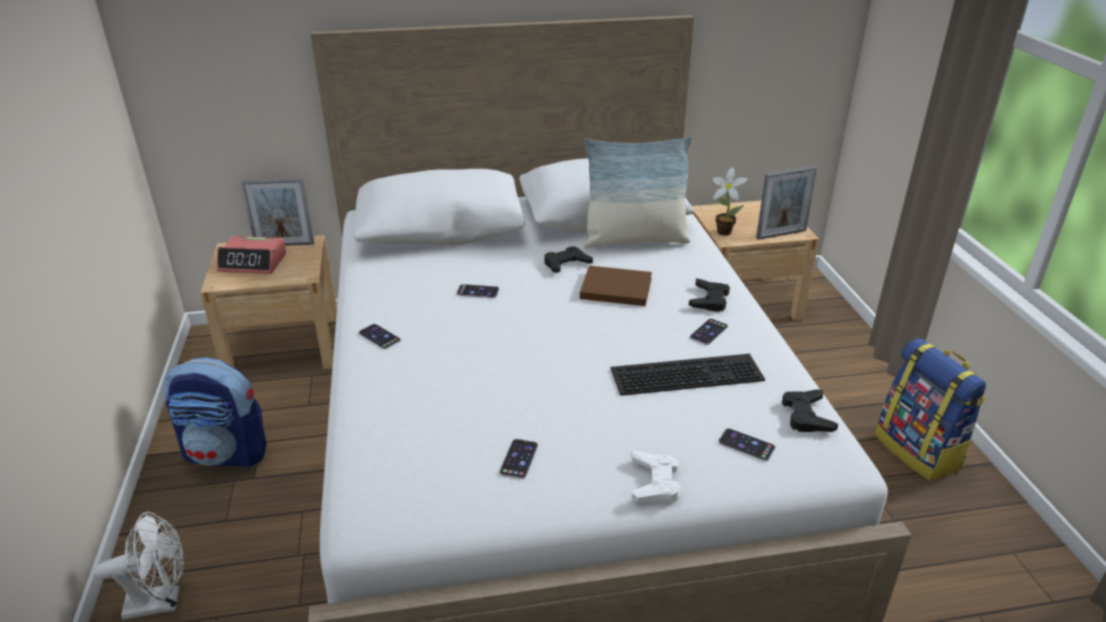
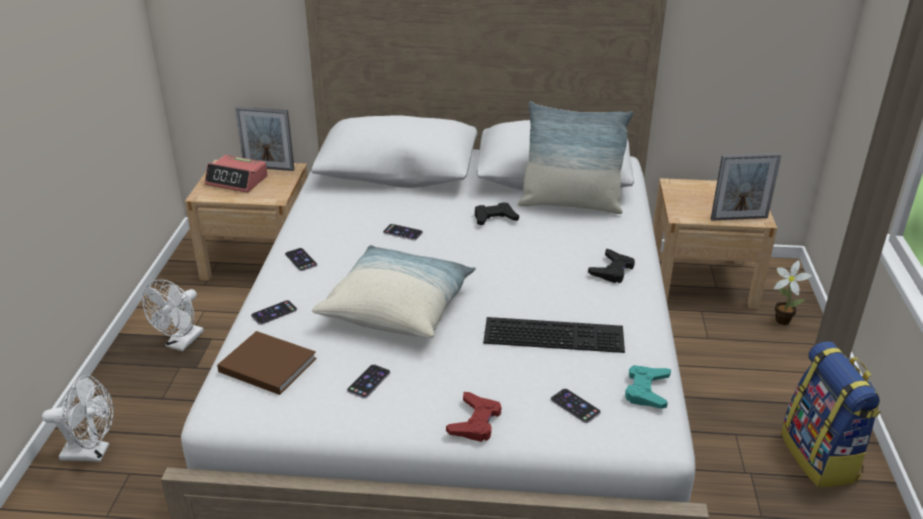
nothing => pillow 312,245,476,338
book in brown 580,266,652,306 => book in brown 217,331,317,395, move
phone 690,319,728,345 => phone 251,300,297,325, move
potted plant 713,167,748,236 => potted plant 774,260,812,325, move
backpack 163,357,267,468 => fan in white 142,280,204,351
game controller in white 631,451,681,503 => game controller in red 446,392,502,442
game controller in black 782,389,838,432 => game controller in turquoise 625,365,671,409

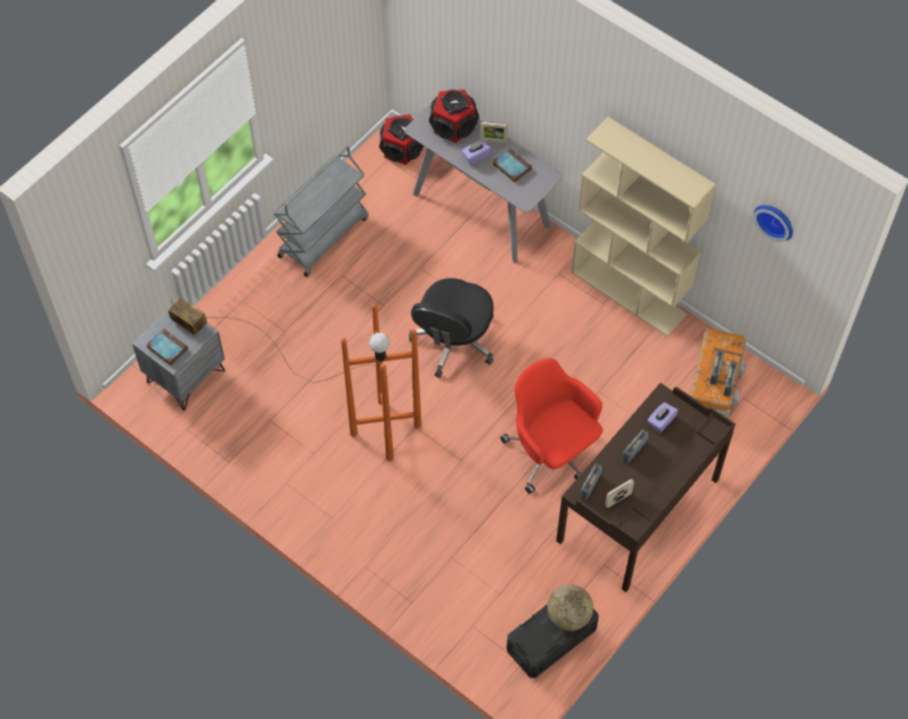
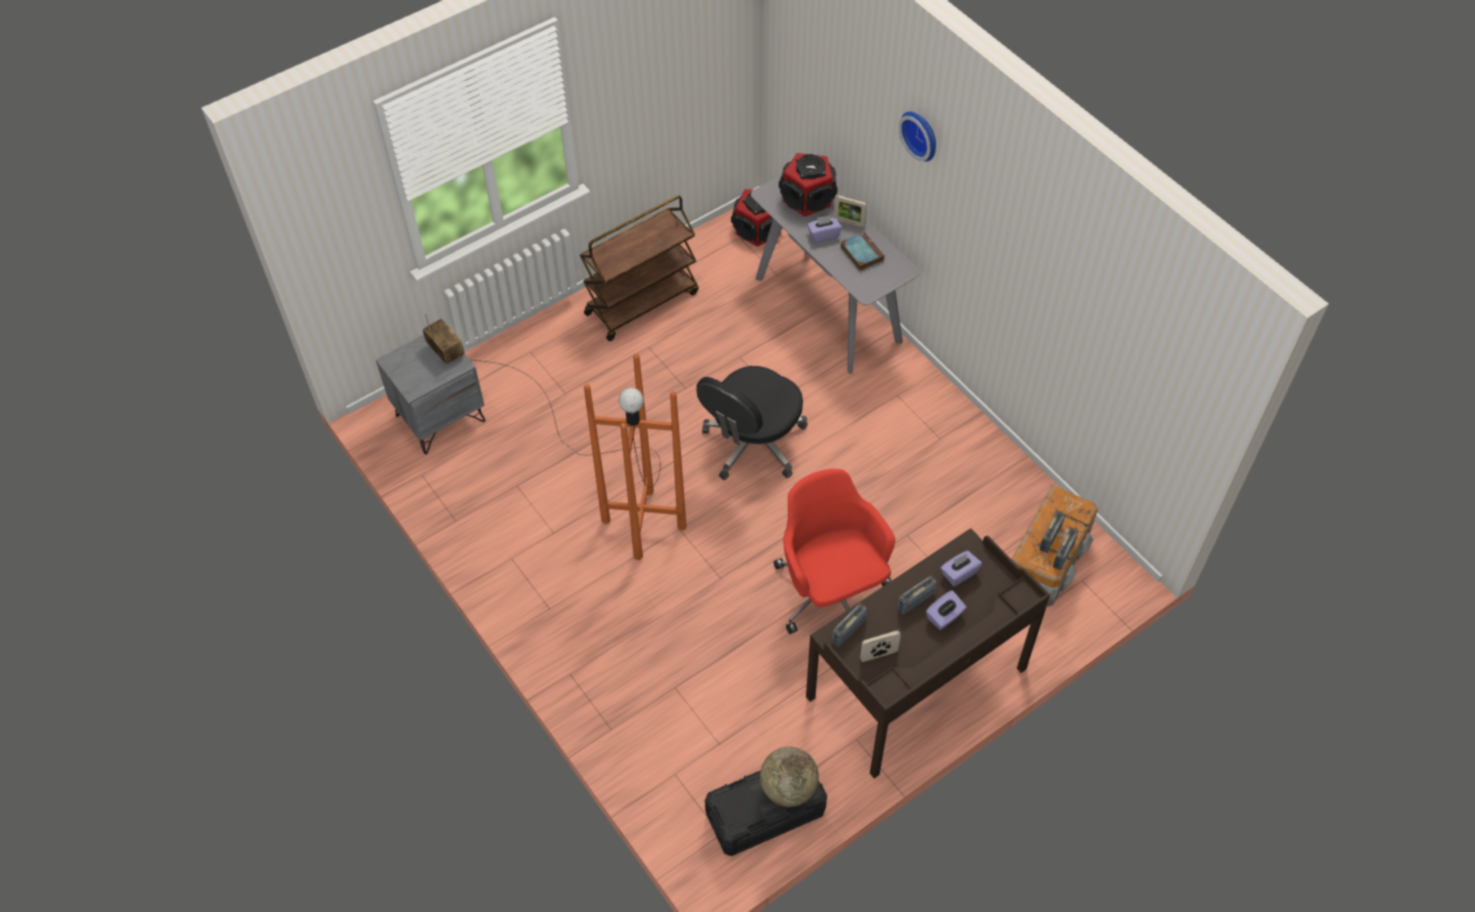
book 146,328,188,366 => nothing
bookcase in beige 571,117,716,336 => nothing
nothing => tissue box in purple 926,590,966,630
wall clock 753,205,793,242 => wall clock 898,112,936,161, move
cart in grey 273,146,369,277 => cart in brown 580,195,699,341

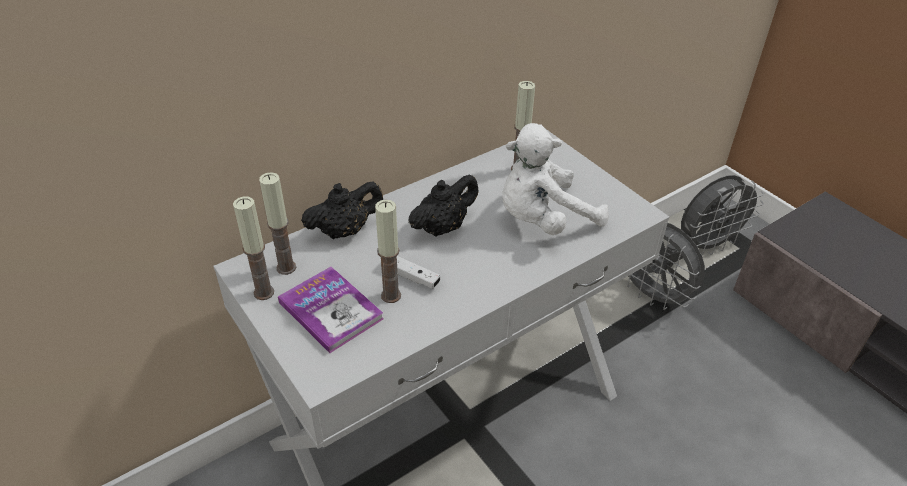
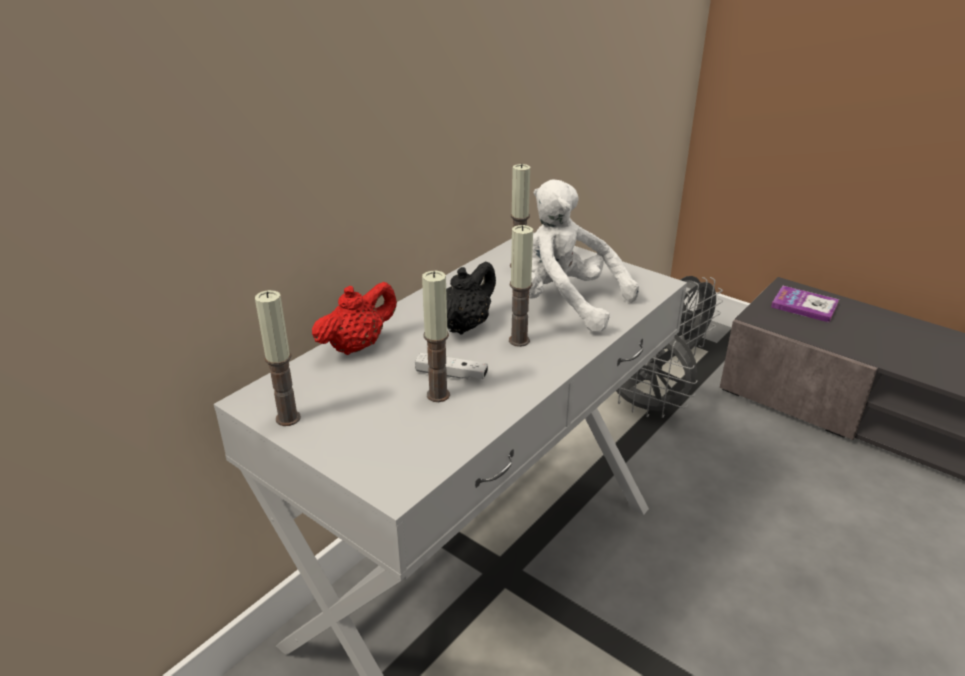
candle 259,172,296,275 => candle 509,225,533,347, move
book 278,267,383,353 => book 771,286,839,322, move
teapot in black 301,181,383,239 => teapot in red 312,282,397,355
plush toy in white 502,123,609,235 => plush toy in white 528,179,639,332, 75 degrees clockwise

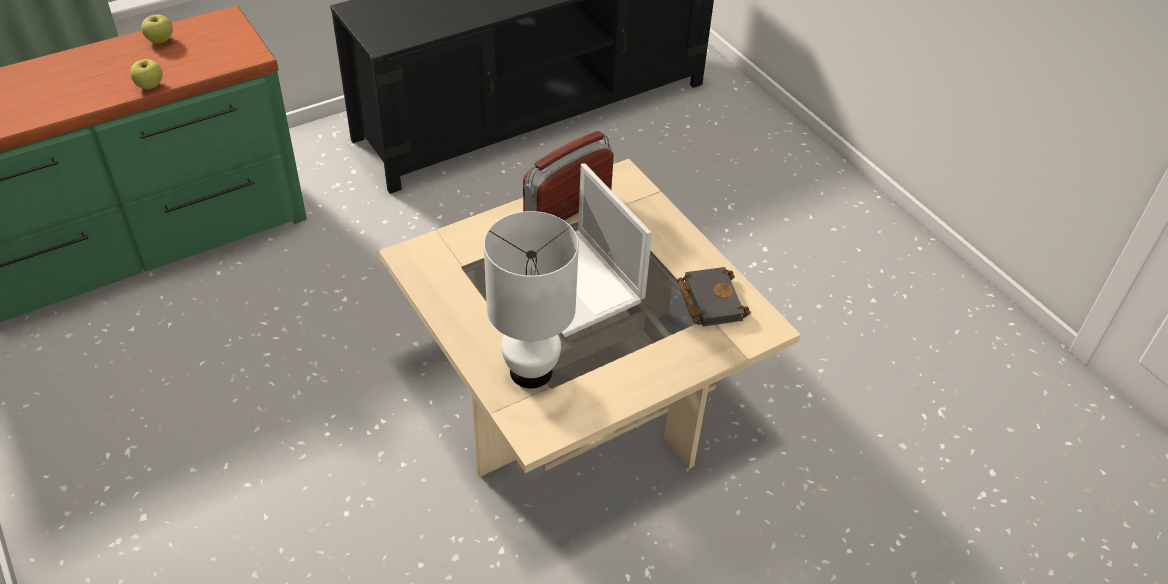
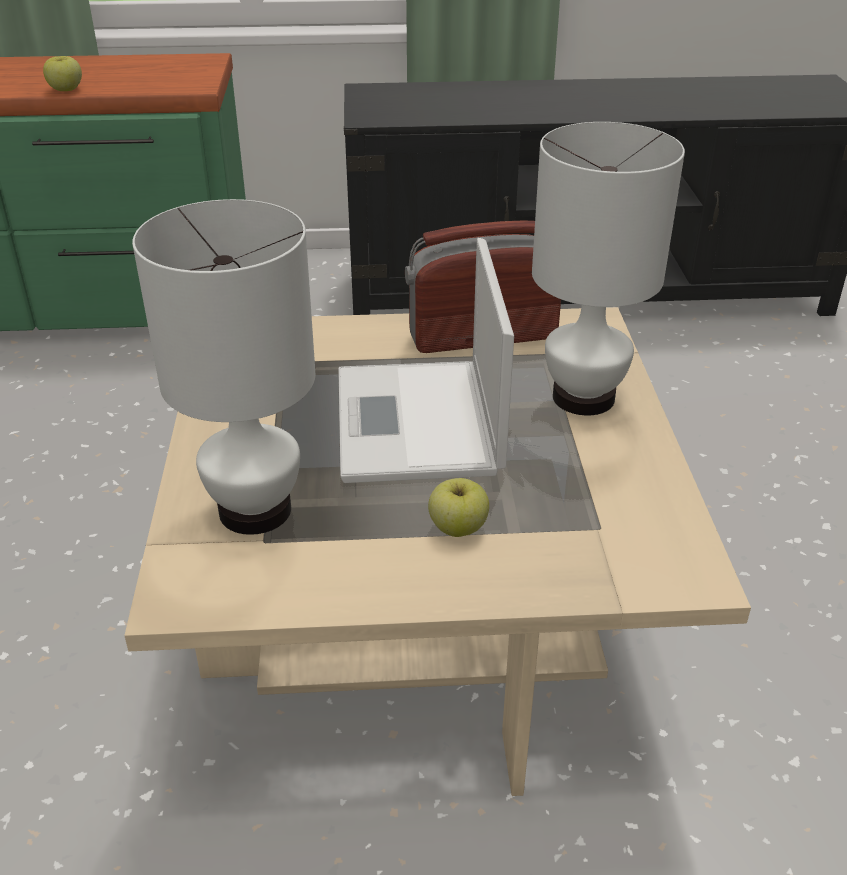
book in black 677,267,751,326 => nothing
nothing => table lamp in white 532,122,685,415
apple 141,15,173,43 => apple 428,478,489,537, move

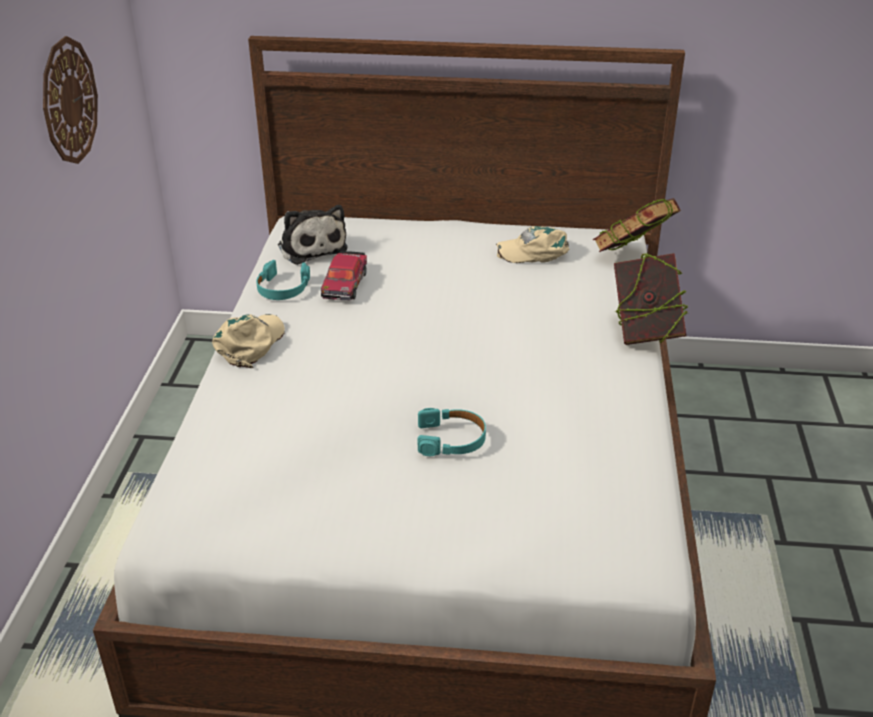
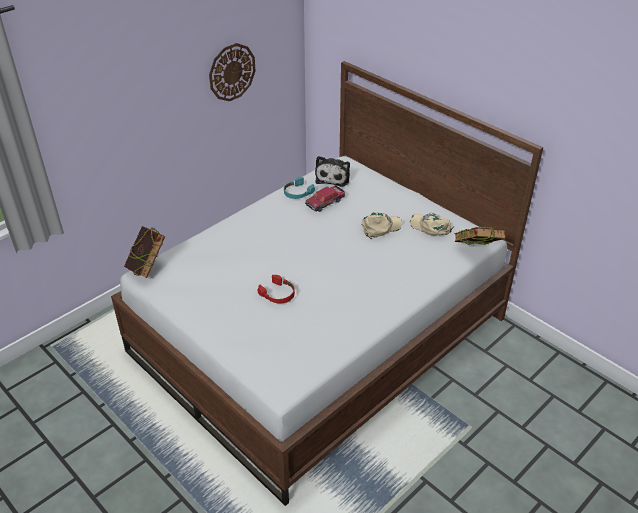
cap in beige 212,314,285,368 => cap in beige 361,212,402,239, move
book 614,253,688,345 => book 124,226,165,278, move
headphones in turquoise 418,408,486,456 => headphones in red 257,275,295,304

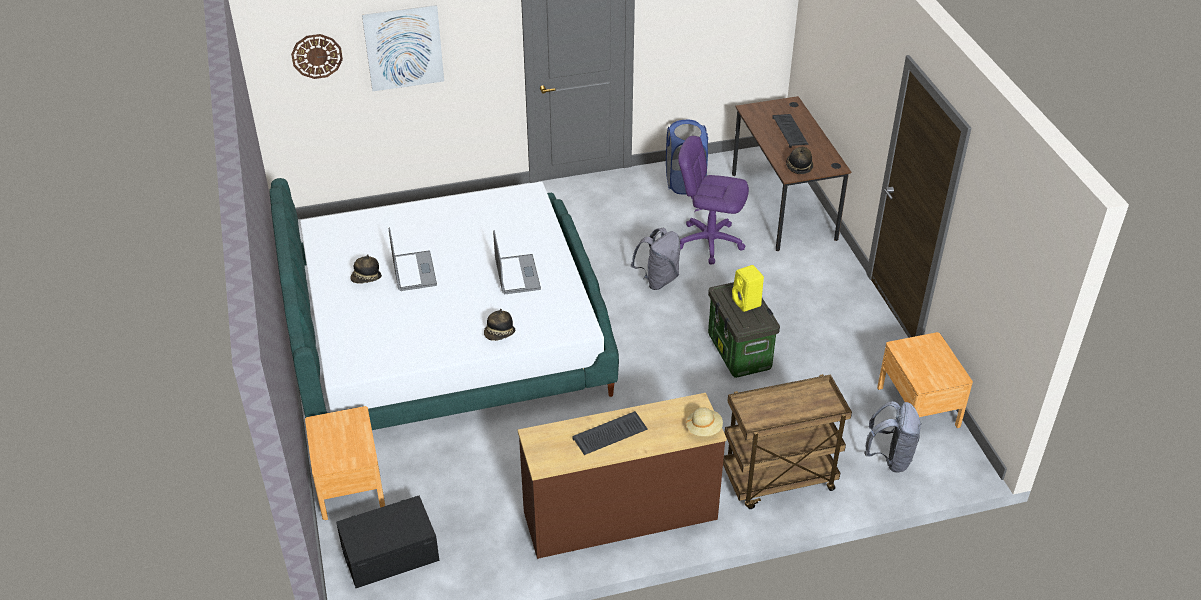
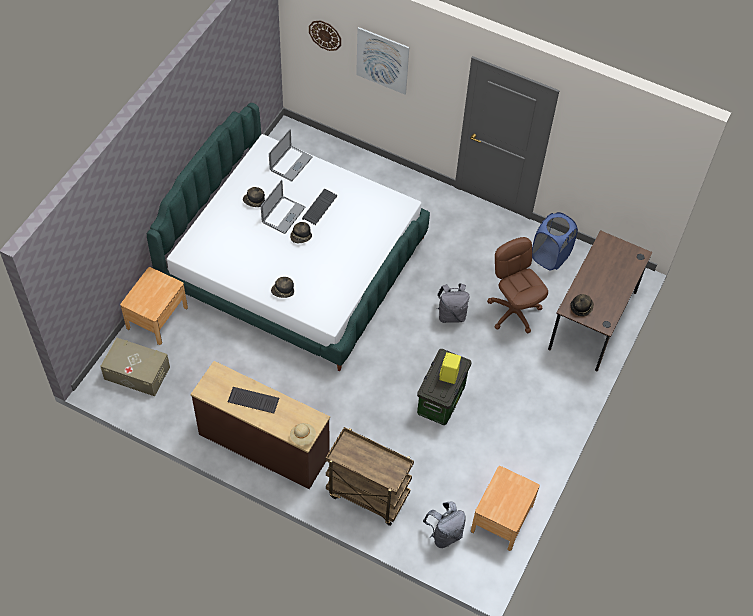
nothing => hat 290,222,312,243
laptop 493,230,541,294 => laptop 269,129,312,182, move
keyboard 772,114,808,148 => keyboard 302,188,338,225, move
storage box in black 336,495,439,588 => storage box in beige 100,337,170,396
office chair in purple 678,136,749,264 => office chair in brown 487,237,548,333

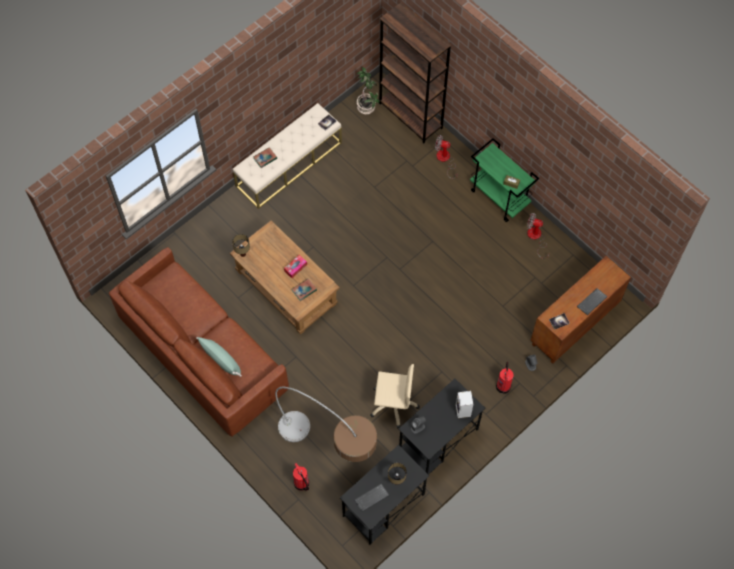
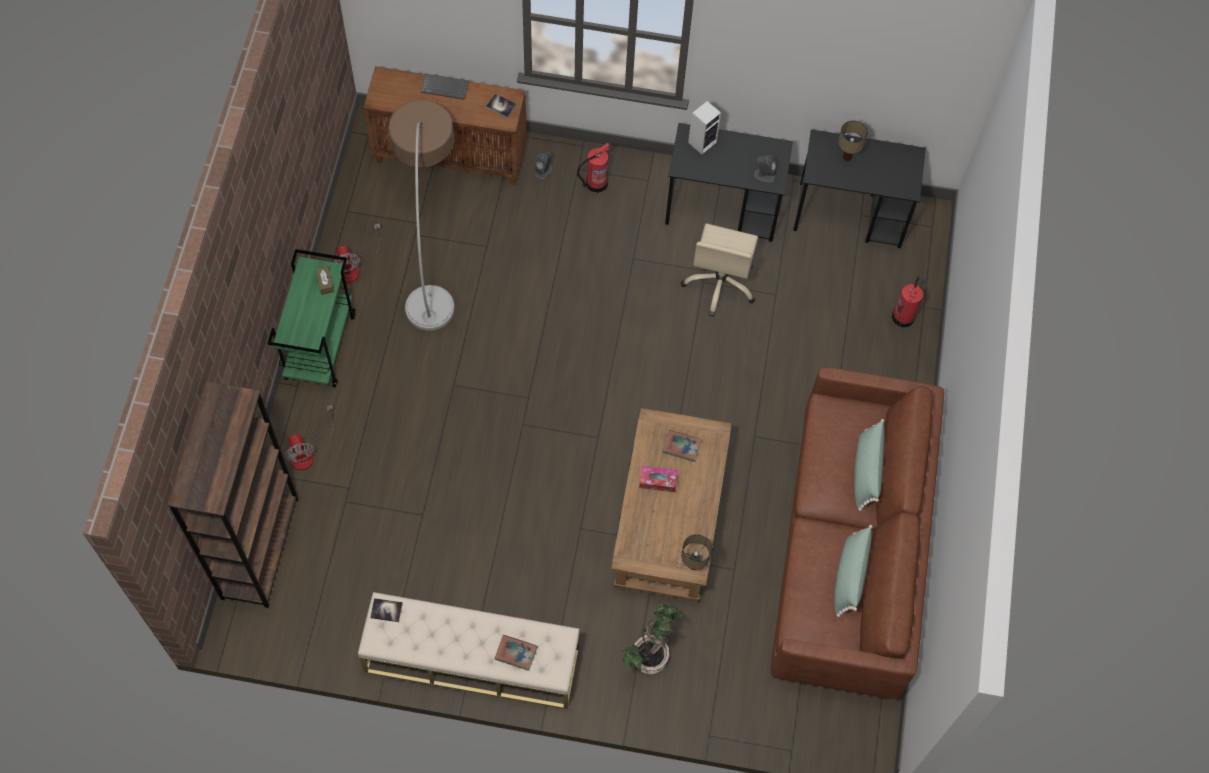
keyboard 355,484,389,512 => nothing
nothing => pillow in green 834,525,873,617
floor lamp 275,387,377,462 => floor lamp 388,100,455,330, move
potted plant 356,67,380,114 => potted plant 623,602,683,674, move
office chair in beige 370,364,420,429 => office chair in beige 681,224,758,317, 135 degrees counterclockwise

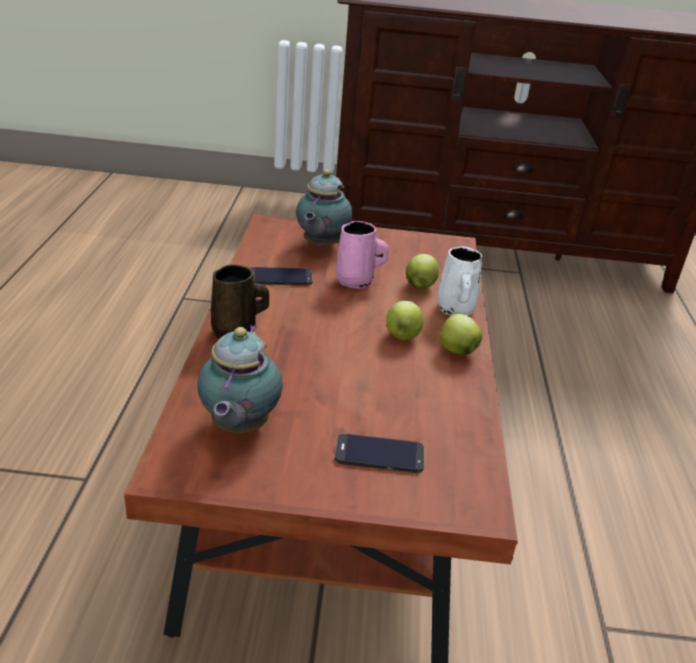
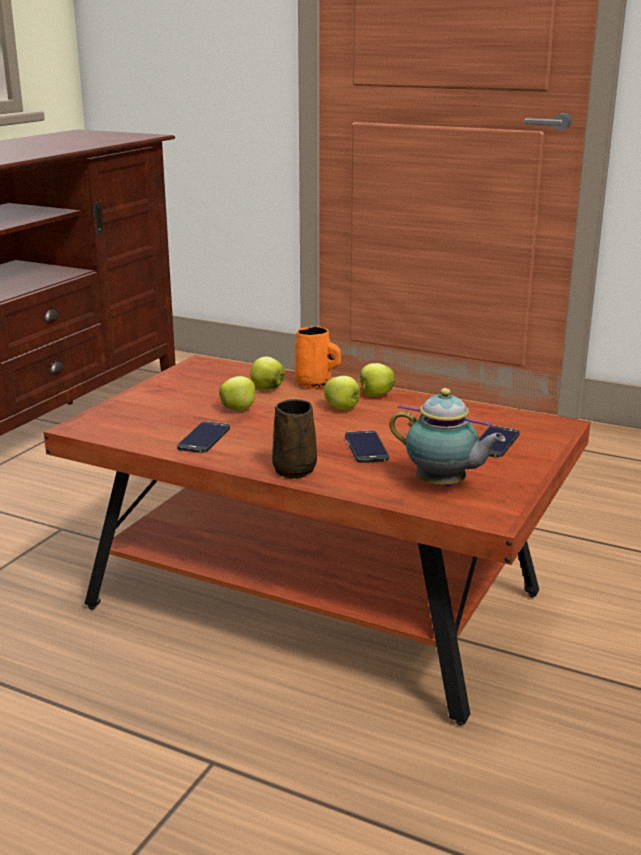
teapot 296,170,353,247 => nothing
nothing => phone 345,430,389,463
mug in pink 336,221,389,289 => apple 219,376,259,410
mug in white 437,246,483,316 => mug in orange 295,326,341,389

